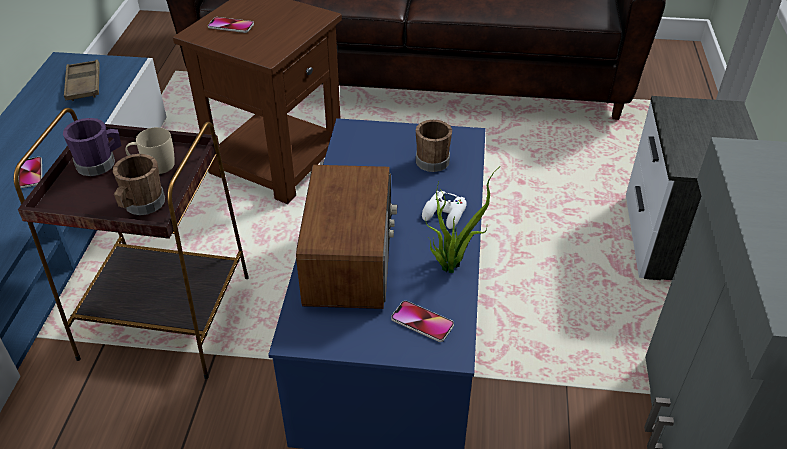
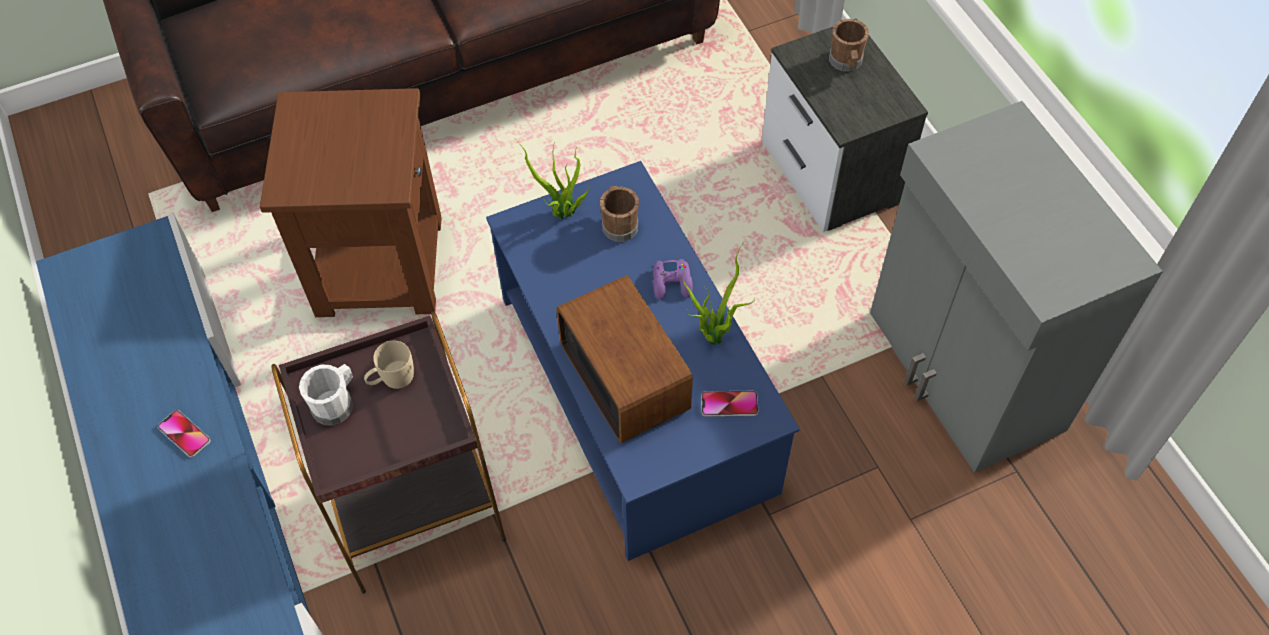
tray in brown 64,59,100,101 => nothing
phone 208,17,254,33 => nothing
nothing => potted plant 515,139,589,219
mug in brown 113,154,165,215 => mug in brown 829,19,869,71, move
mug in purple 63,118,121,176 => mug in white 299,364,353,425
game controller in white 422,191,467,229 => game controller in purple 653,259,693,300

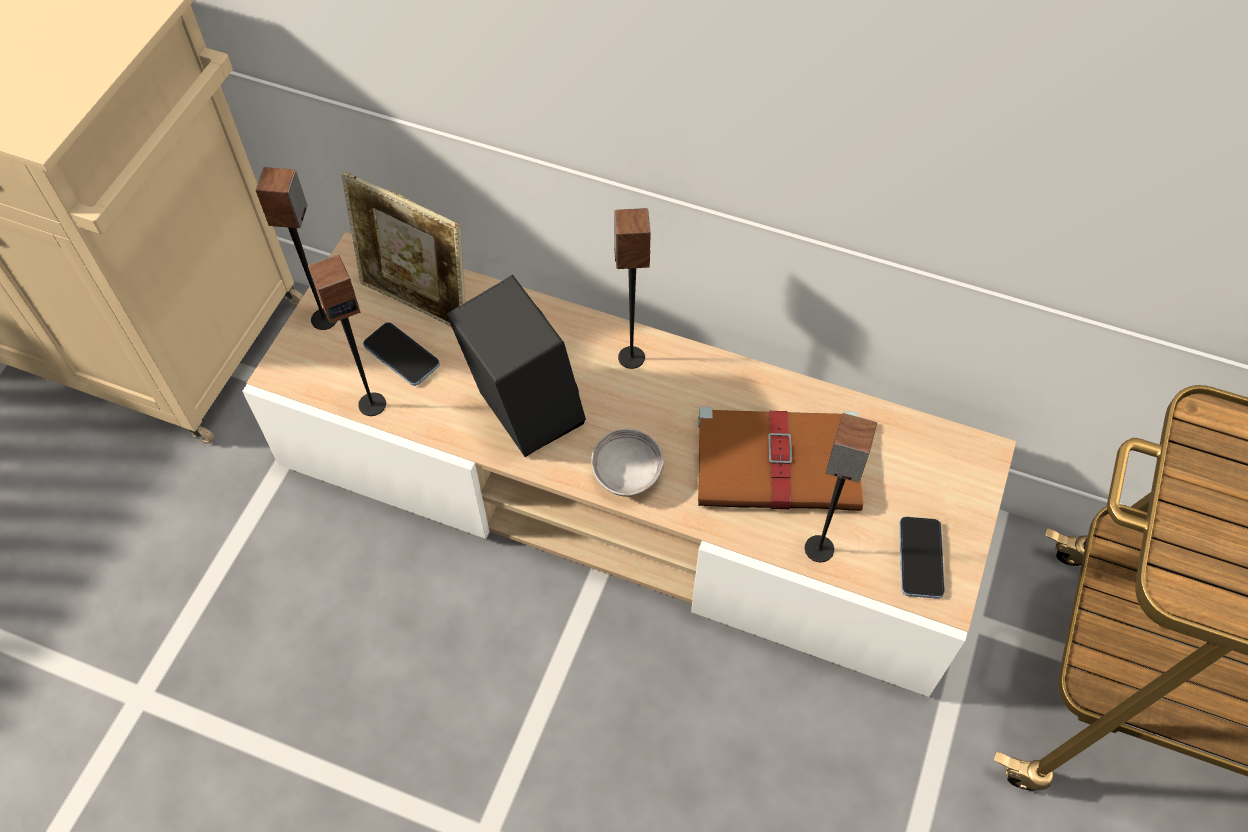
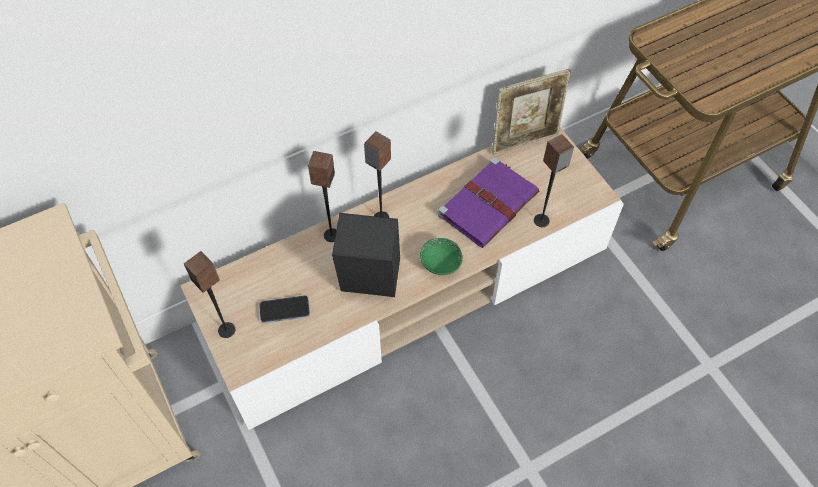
phone 899,517,945,599 => nothing
speaker 308,254,386,416 => speaker 308,151,336,242, move
picture frame 341,171,466,326 => picture frame 492,69,571,154, move
bowl in grey 591,429,664,497 => bowl in green 420,238,463,275
book in brown 698,407,863,511 => book in purple 438,157,539,248

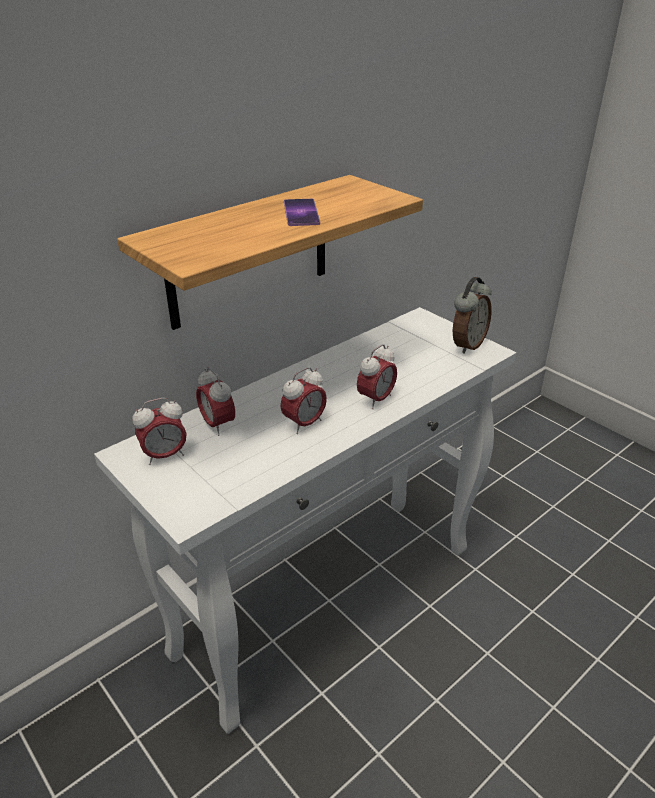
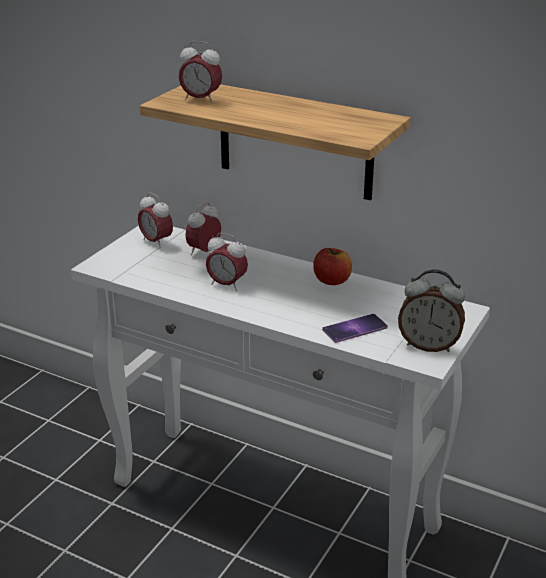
nothing => apple 313,248,352,285
phone 284,199,320,226 => phone 322,314,388,343, move
alarm clock 357,344,397,409 => alarm clock 179,41,222,104, move

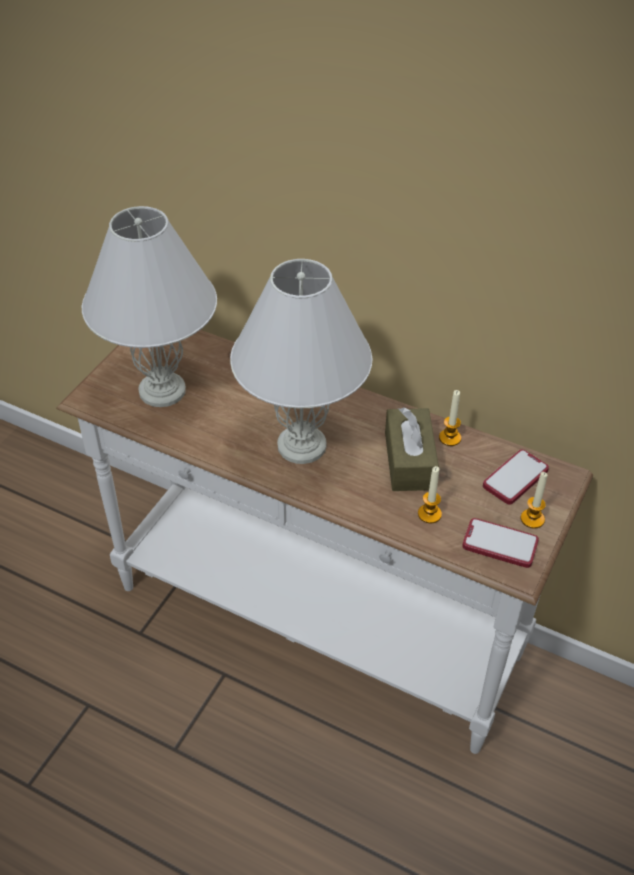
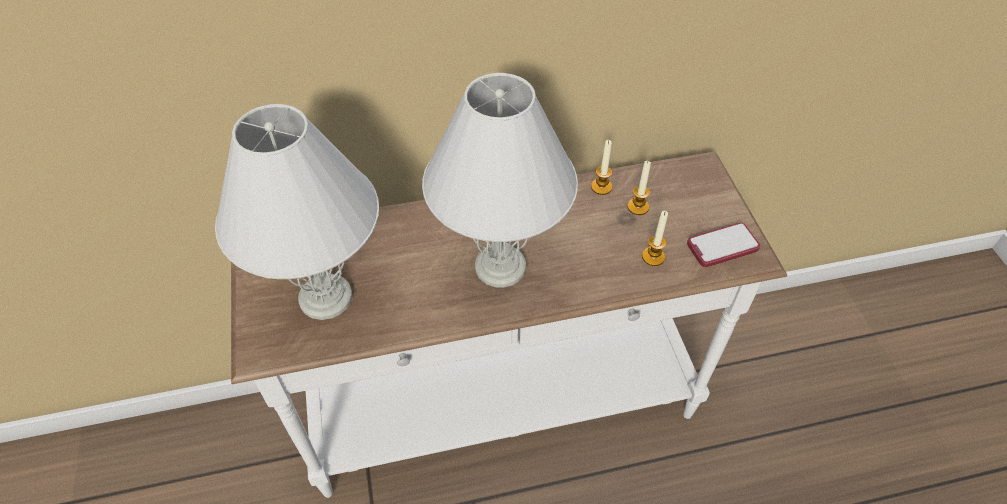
tissue box in brown 385,407,439,491 => nothing
phone 483,449,549,505 => nothing
candle 521,472,548,529 => candle 627,161,651,215, move

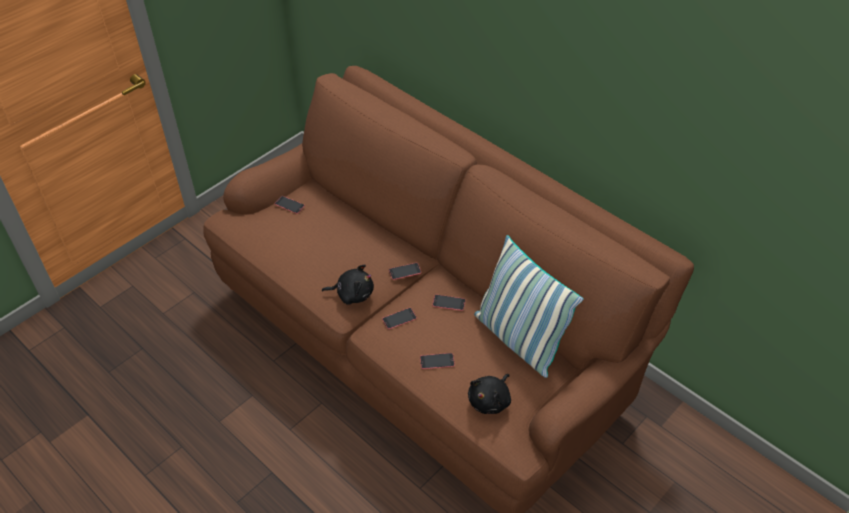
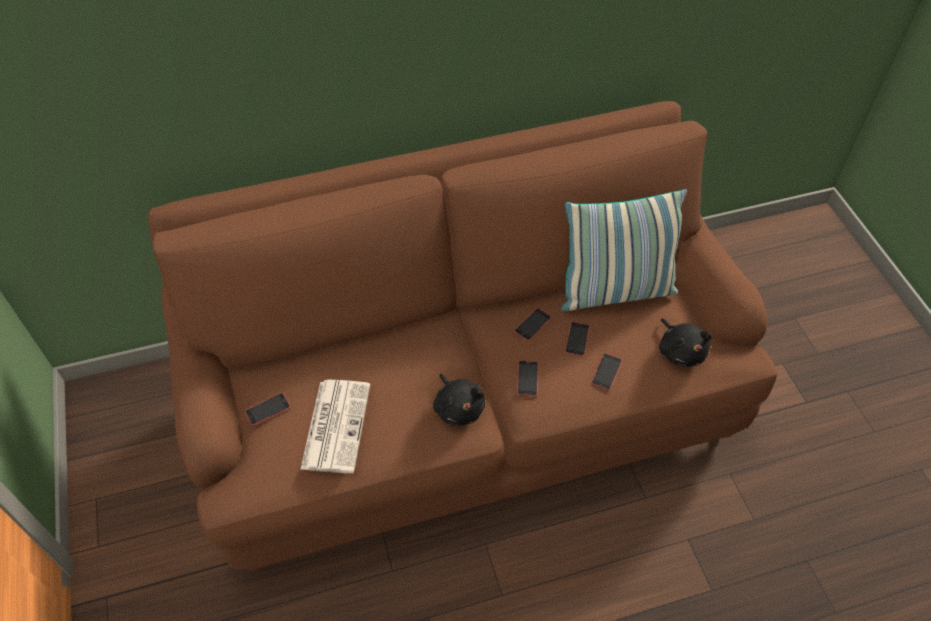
nothing => newspaper 300,380,370,473
phone 389,263,421,280 => phone 565,322,590,356, move
plush toy in black 322,264,374,305 => plush toy in black 433,374,485,426, 120 degrees clockwise

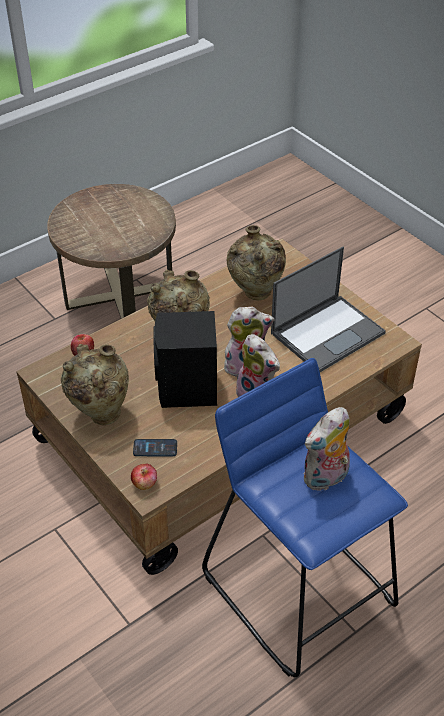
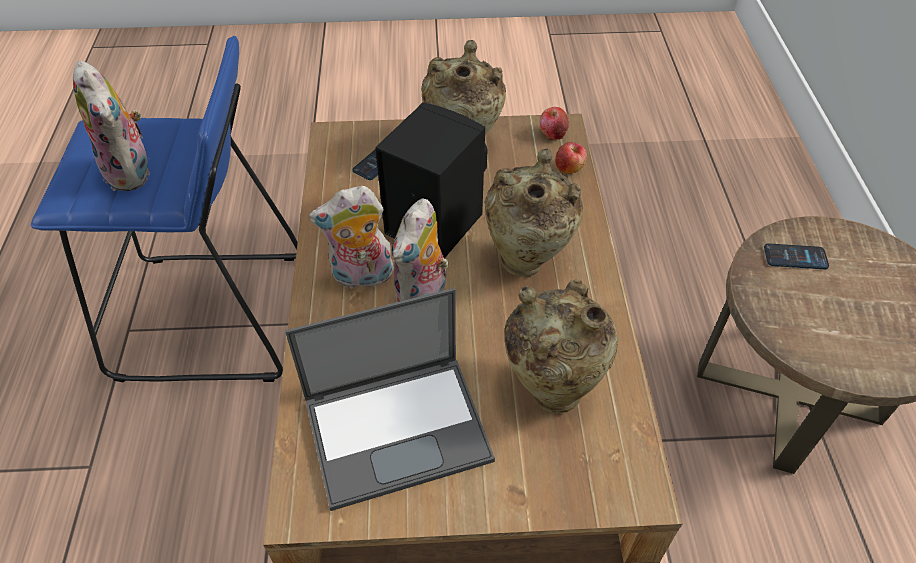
nothing => phone 764,243,829,269
apple 131,464,157,490 => apple 539,107,569,140, move
laptop 271,247,386,372 => laptop 285,288,495,511, 105 degrees counterclockwise
plush toy 304,407,350,491 => plush toy 73,60,150,191, 150 degrees clockwise

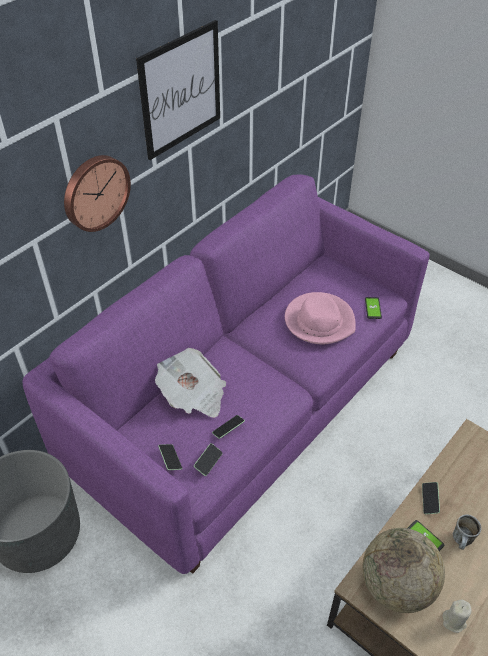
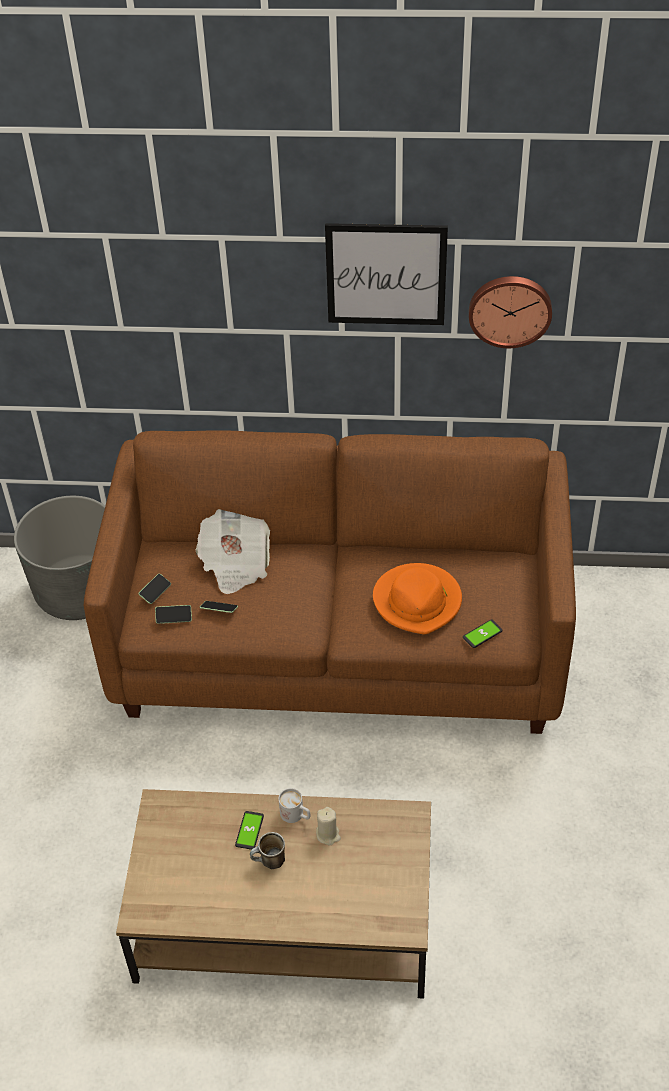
globe 362,528,445,613 => nothing
wall clock 64,155,131,232 => wall clock 469,276,552,348, move
candle in beige 443,600,471,633 => candle in beige 316,807,341,846, move
phone 422,482,440,514 => mug in white 279,788,311,823
sofa in purple 22,175,430,574 => sofa in brown 84,430,576,734
hat in pink 285,292,356,344 => hat in orange 373,563,462,634

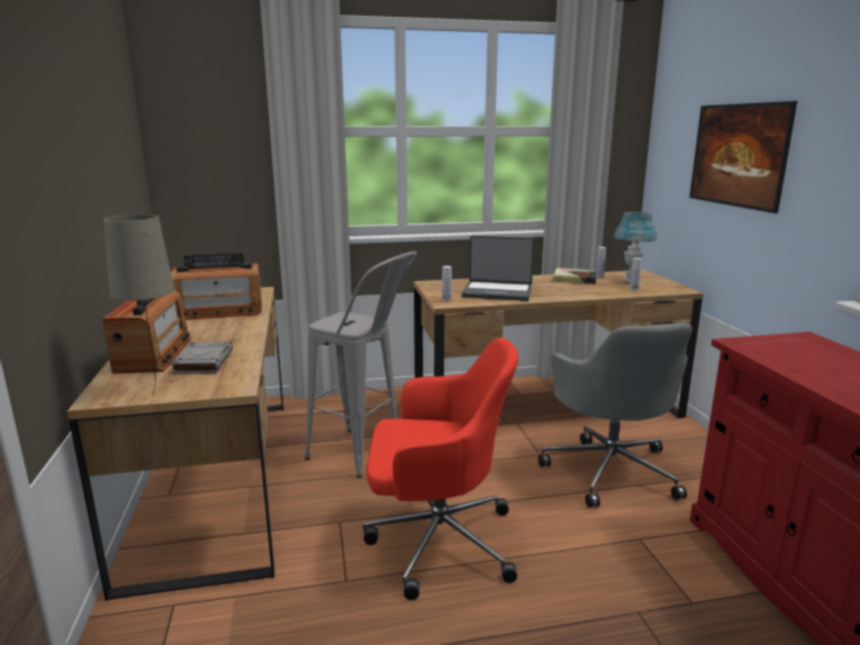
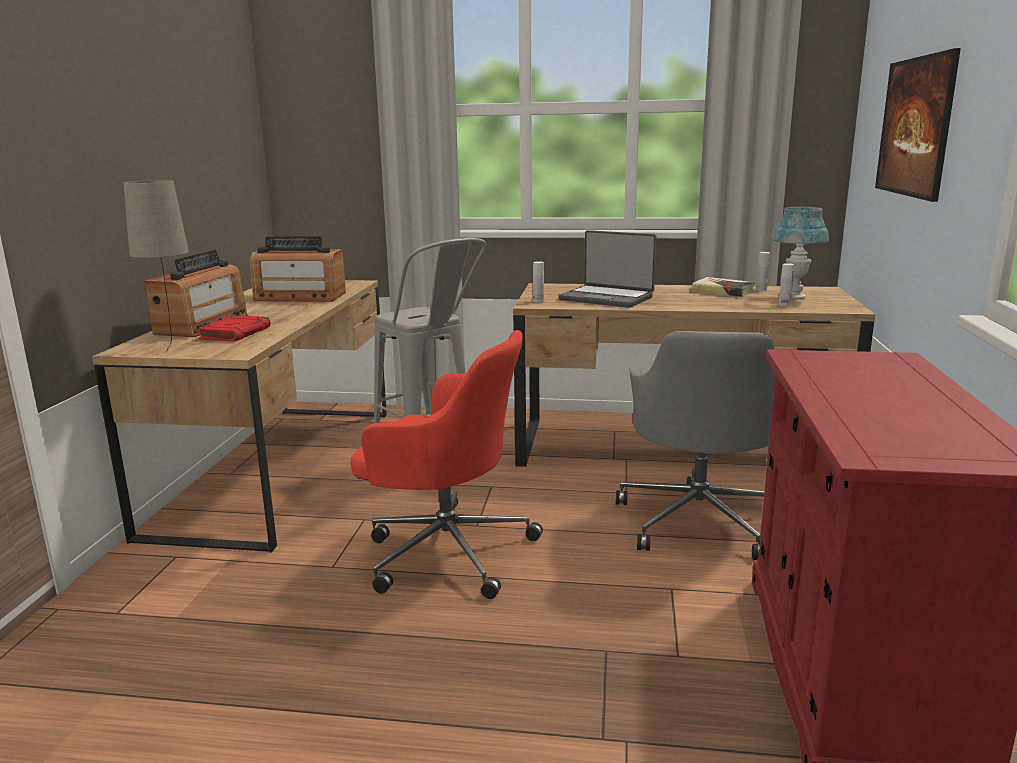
book in grey 170,342,233,374 => book in red 197,315,270,342

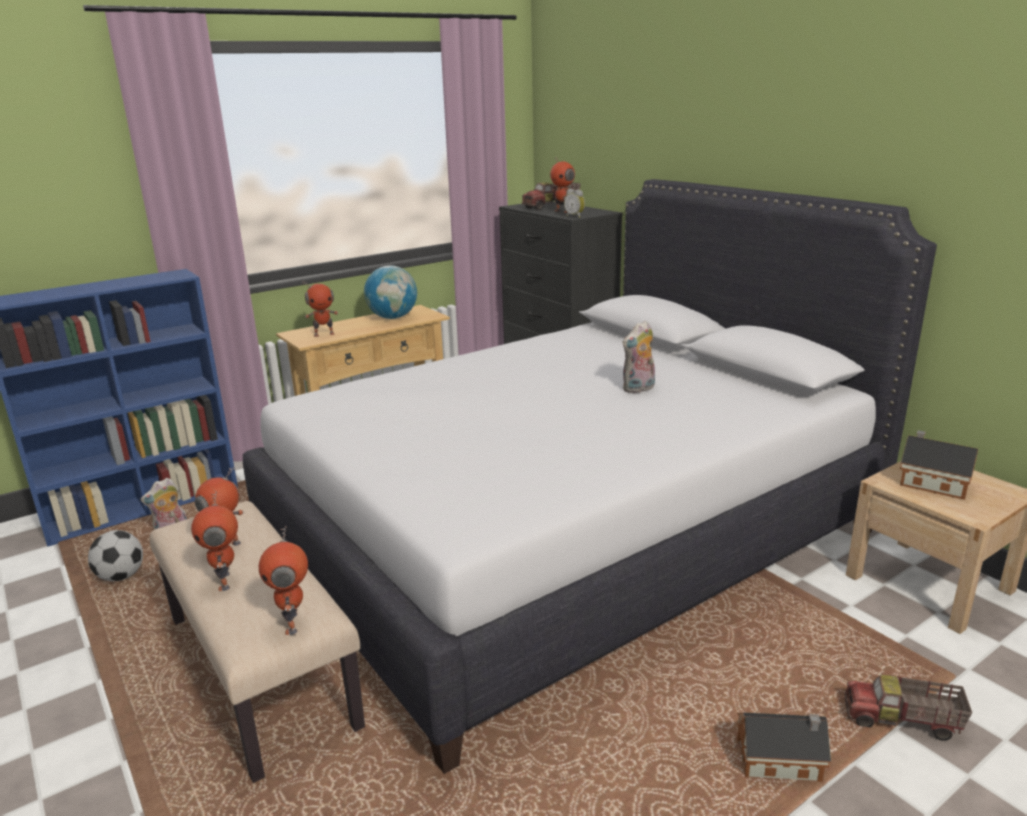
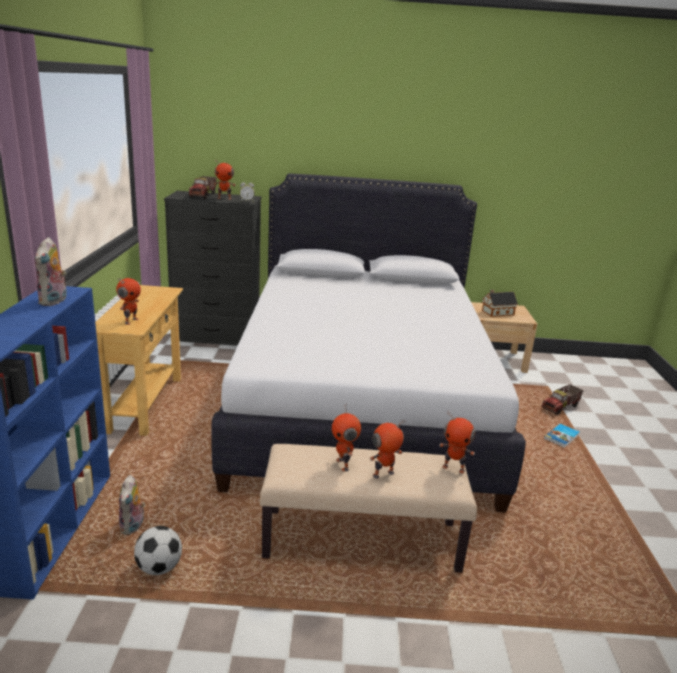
globe 364,265,417,319 => nothing
plush toy 623,320,655,393 => plush toy 35,237,67,306, move
toy house 737,713,831,782 => book 544,424,579,448
toy robot 191,492,238,591 => toy robot 370,420,406,478, 135 degrees clockwise

